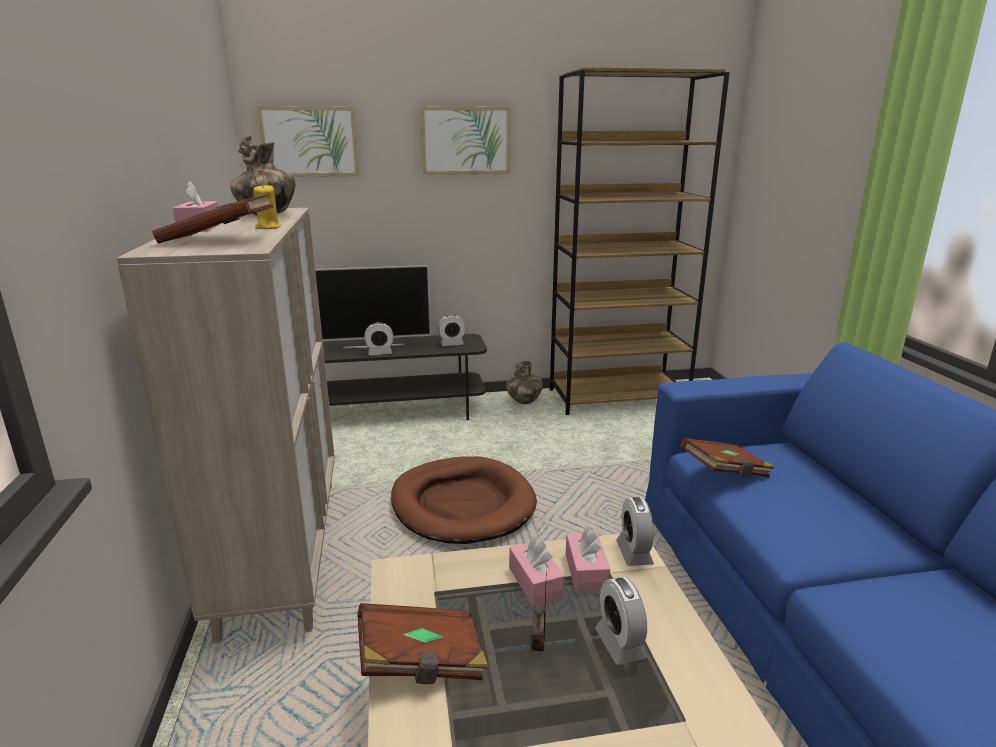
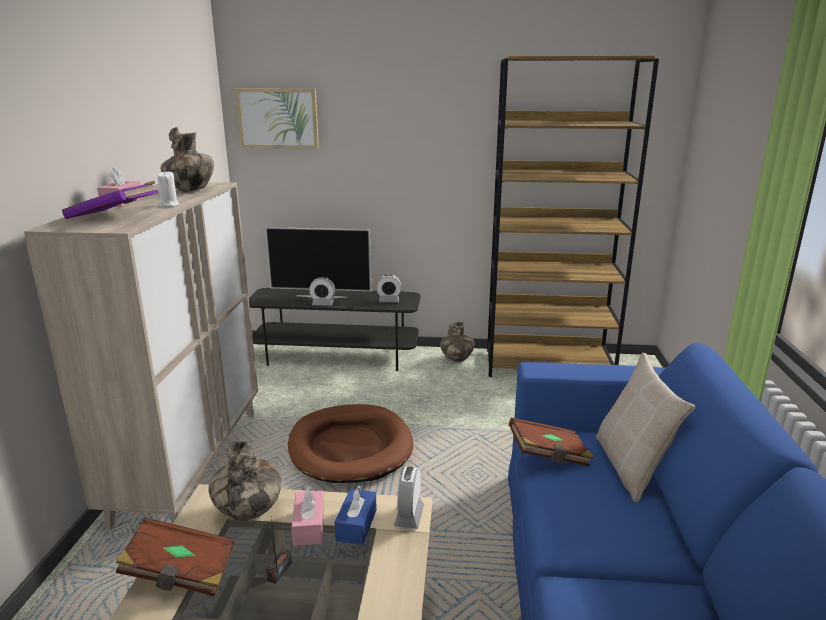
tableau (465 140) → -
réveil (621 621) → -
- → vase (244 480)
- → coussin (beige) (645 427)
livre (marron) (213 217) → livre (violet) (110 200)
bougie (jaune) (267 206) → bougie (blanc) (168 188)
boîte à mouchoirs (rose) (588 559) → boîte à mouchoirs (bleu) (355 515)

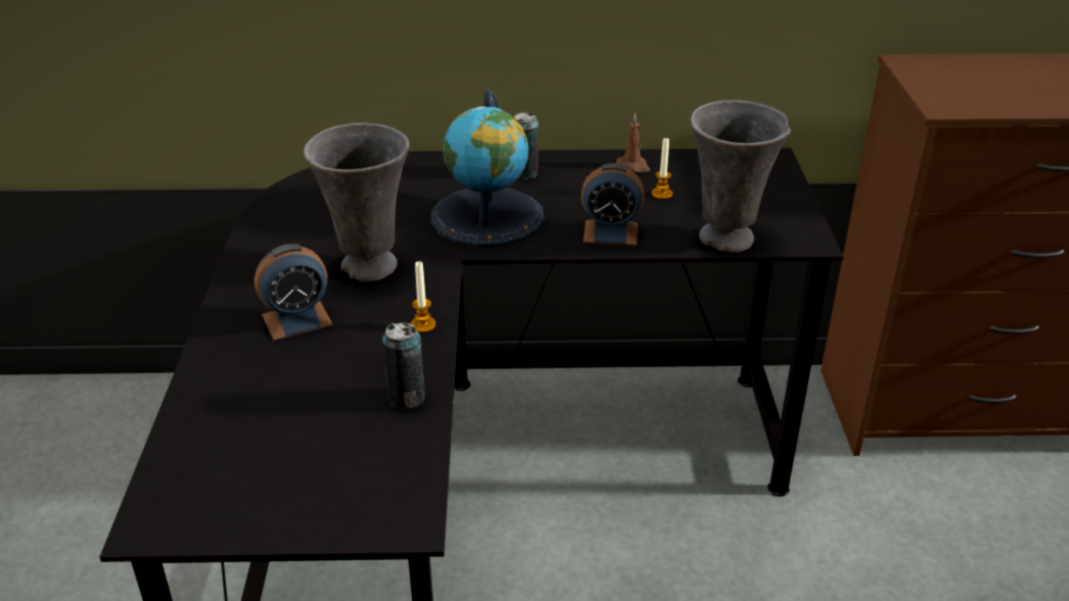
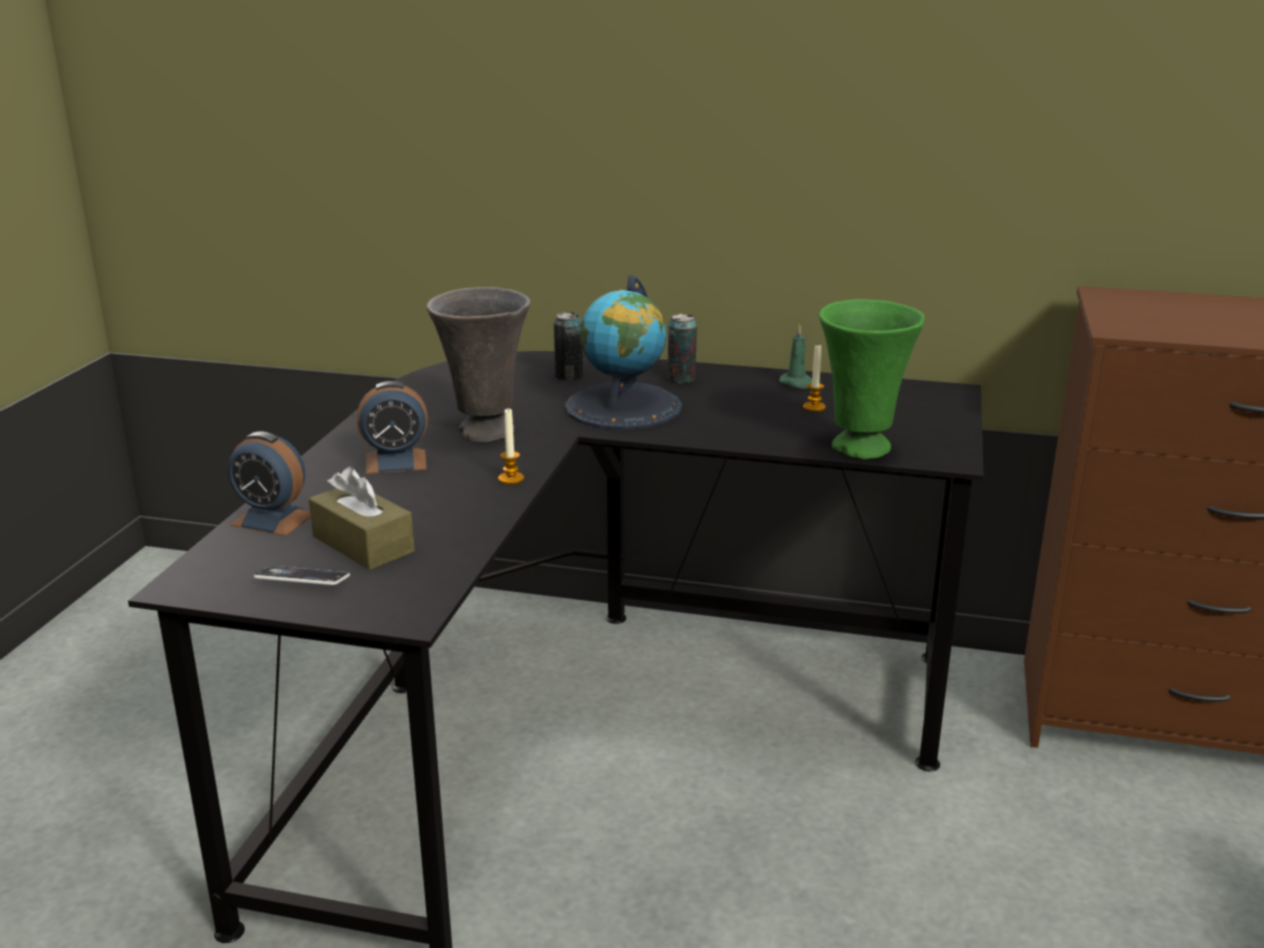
- → téléphone (302 575)
- → boîte à mouchoirs (marron) (362 518)
boîte métallique (403 366) → boîte métallique (568 346), shifted
réveil (612 204) → réveil (269 483), shifted
bougie (marron) (633 142) → bougie (vert) (795 357)
vase (gris) (740 176) → vase (vert) (872 379)

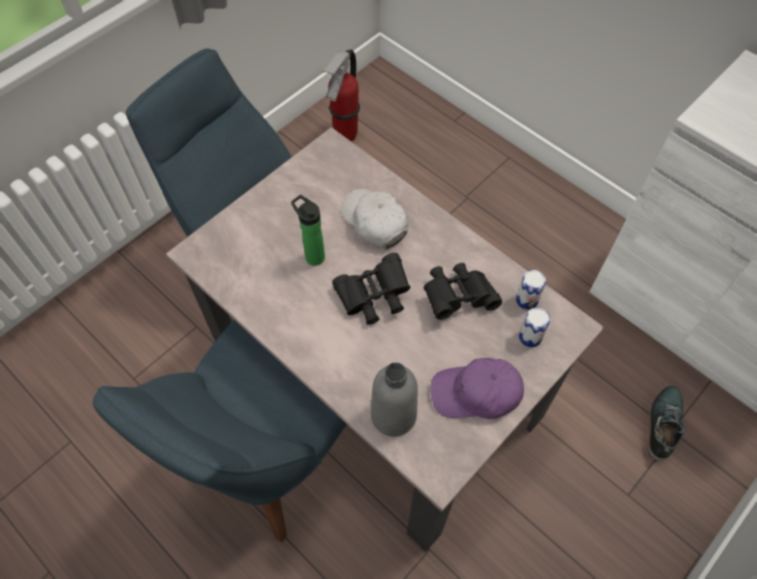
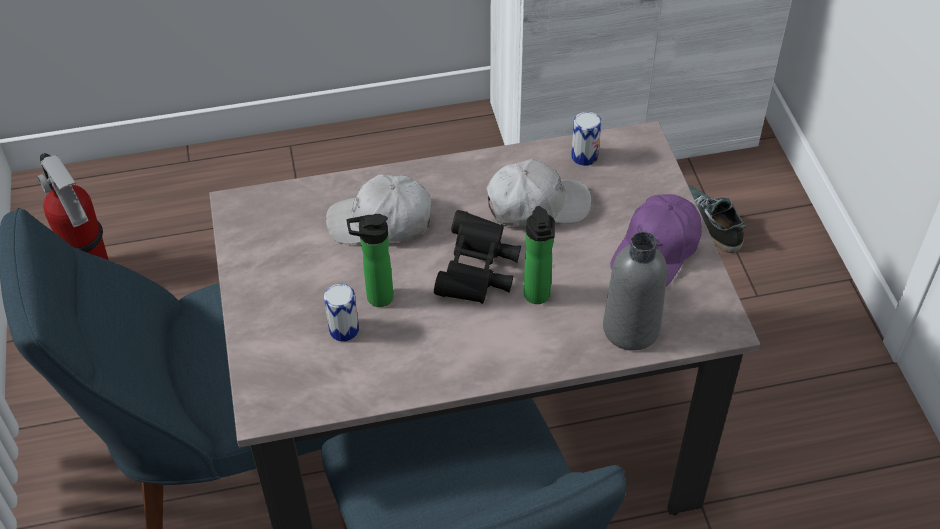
- → bouteille (539 255)
boîte métallique (534 327) → boîte métallique (341 313), shifted
jumelles (noir) (463 291) → casquette (blanc) (538 193)

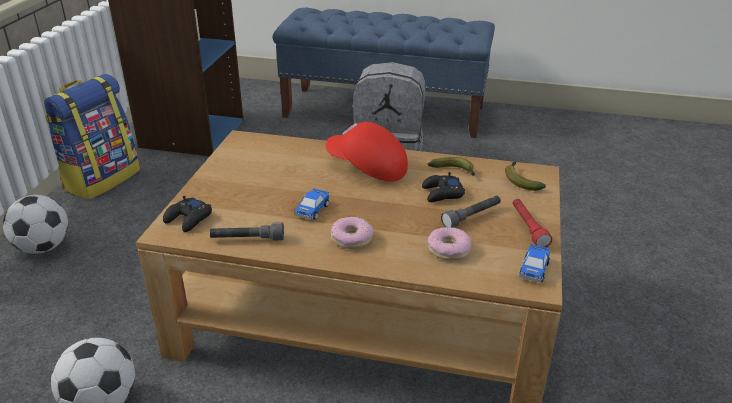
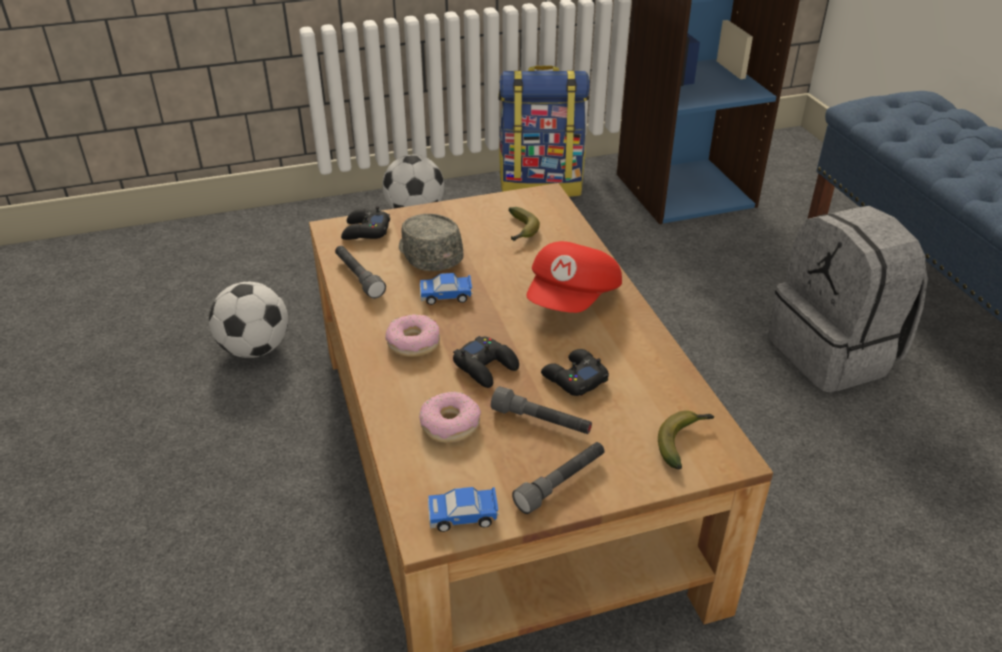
- → casquette (gris) (431 242)
- → manette (noir) (486 362)
banane (451 166) → banane (524 224), shifted
lampe de poche (rouge) (532 223) → lampe de poche (gris) (558 478)
casquette (rouge) (366 152) → casquette (rouge) (574 277), 150 degrees counterclockwise

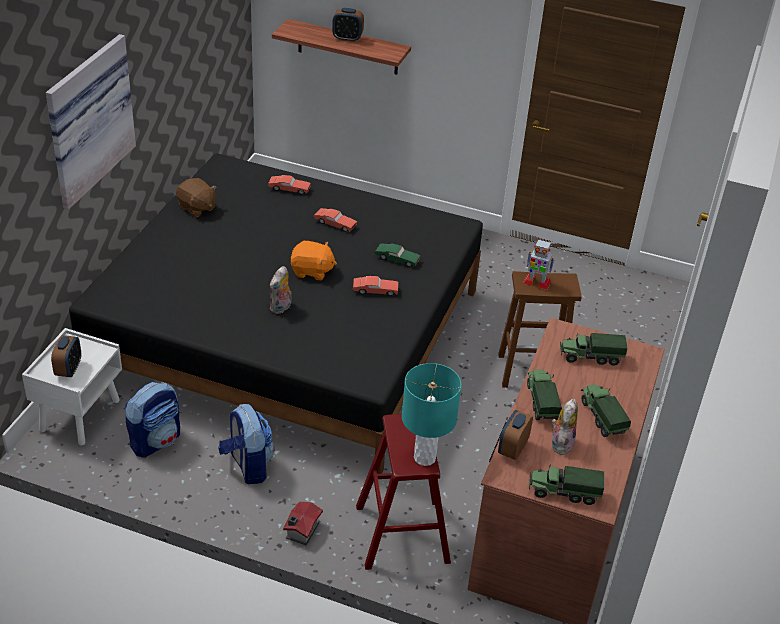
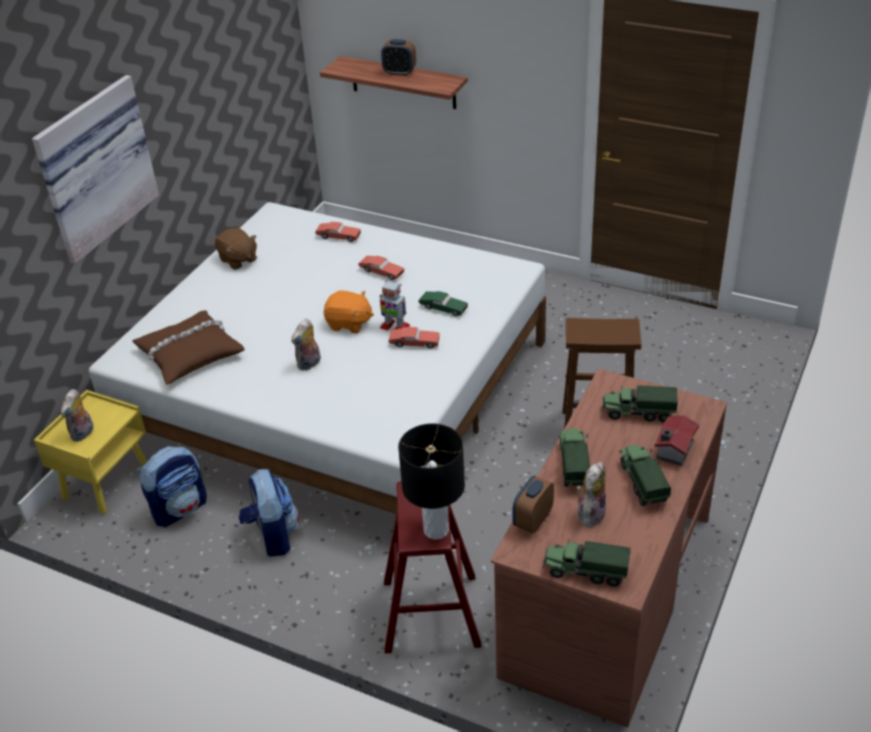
- → coussin (marron) (188 347)
maison miniature (303 524) → maison miniature (676 440), shifted
robot jouet (539 264) → robot jouet (395 305), shifted
réveil (66 356) → peluche (77 415)
table de chevet (blanc) (72 386) → table de chevet (jaune) (90 452)
lit (noir) (276 313) → lit (blanc) (317 358)
lampe de table (turquoise) (431 414) → lampe de table (noir) (431 482)

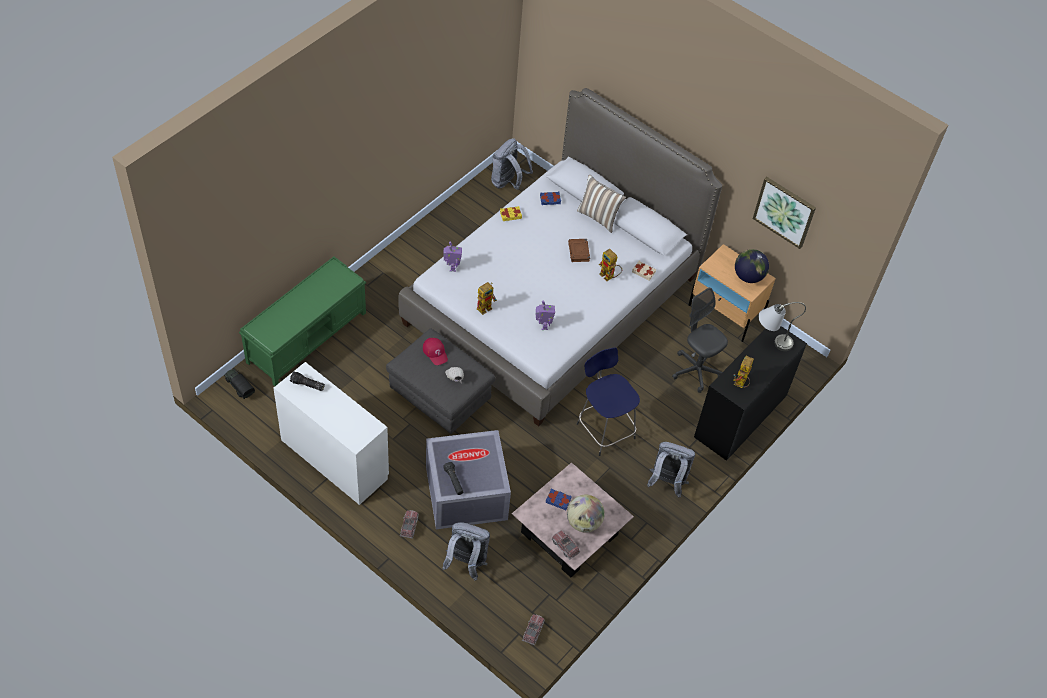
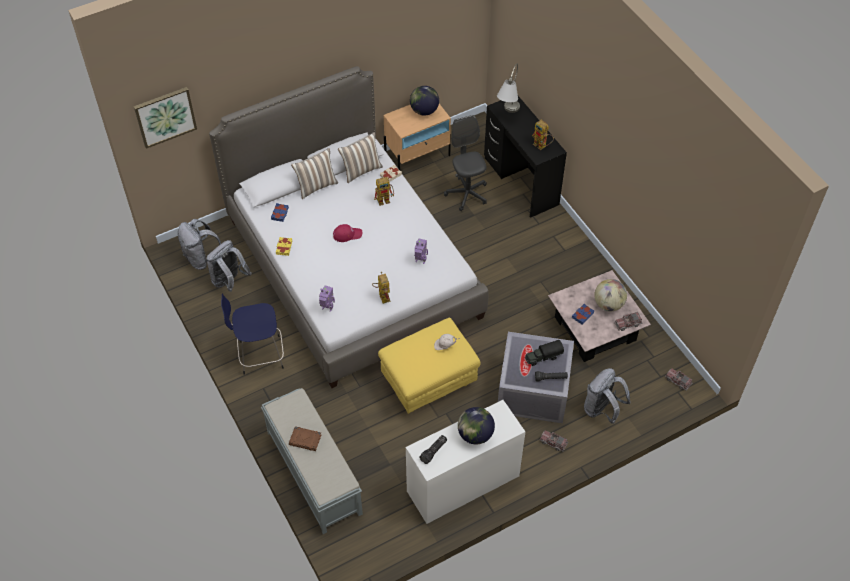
- → coussin (360 157)
- → globe (476 426)
camion jouet (239 384) → camion jouet (544 353), shifted
casquette (rouge) (435 351) → casquette (rouge) (347 233), shifted
livre (marron) (579 250) → livre (marron) (305 438), shifted
tabouret (bleu) (608 402) → tabouret (bleu) (252 334), shifted
sac à dos (gris) (671 470) → sac à dos (gris) (228 266), shifted
tableau (784 213) → tableau (165 118), shifted
banc (vert) (302 321) → banc (gris) (312 461)
pouf (gris) (440 381) → pouf (jaune) (429 366)
chaise de bureau (gris) (700 340) → chaise de bureau (gris) (465 163), 90 degrees clockwise

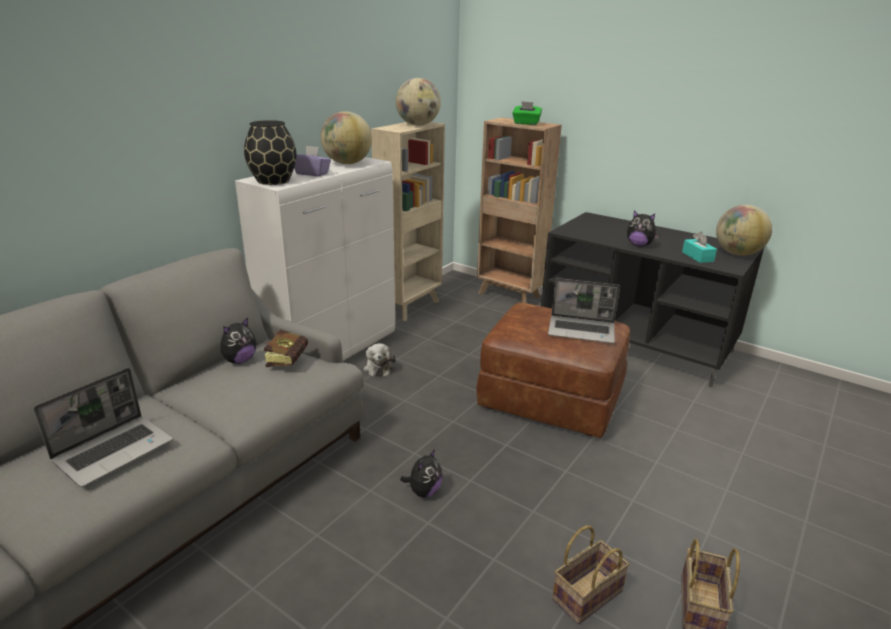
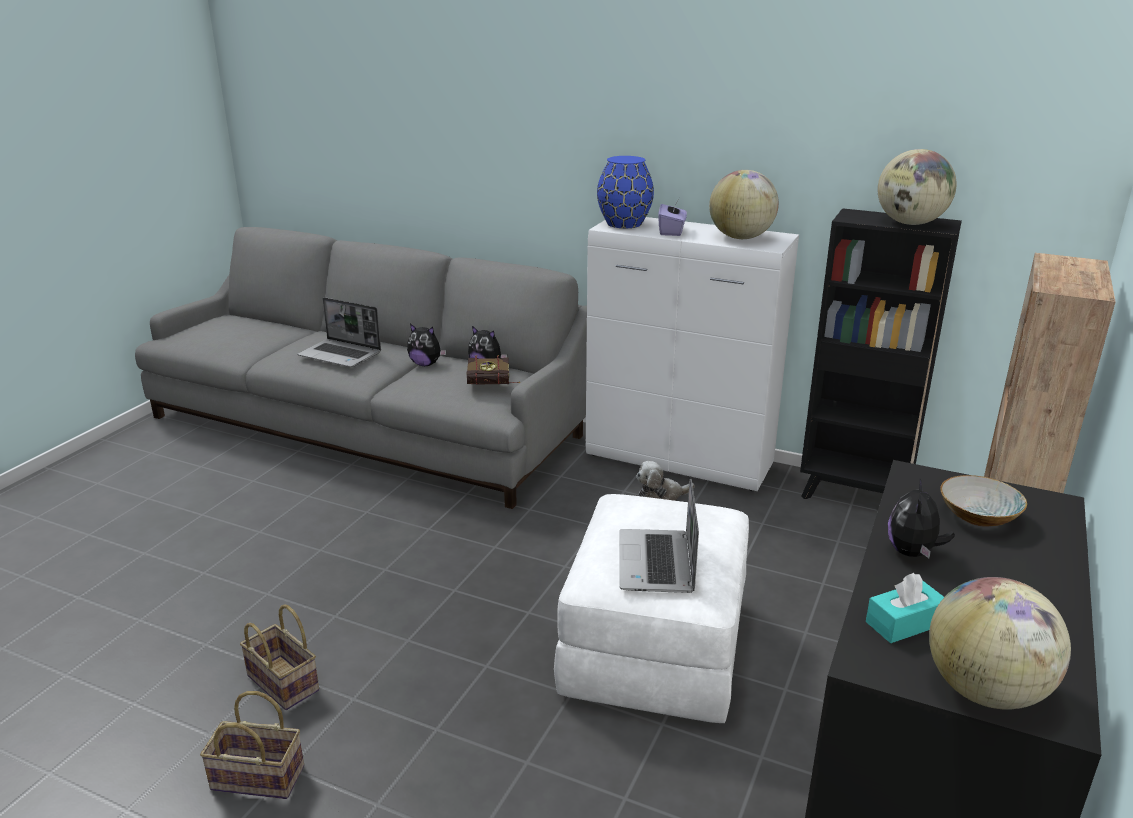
boîte à mouchoirs (vert) (527 113) → -
- → bol (983 501)
peluche (421 473) → peluche (426 345), shifted
vase (noir) (270 152) → vase (bleu) (625 192)
bibliothèque (beige) (408 221) → bibliothèque (noir) (881 353)
pouf (marron) (553 370) → pouf (blanc) (651 608)

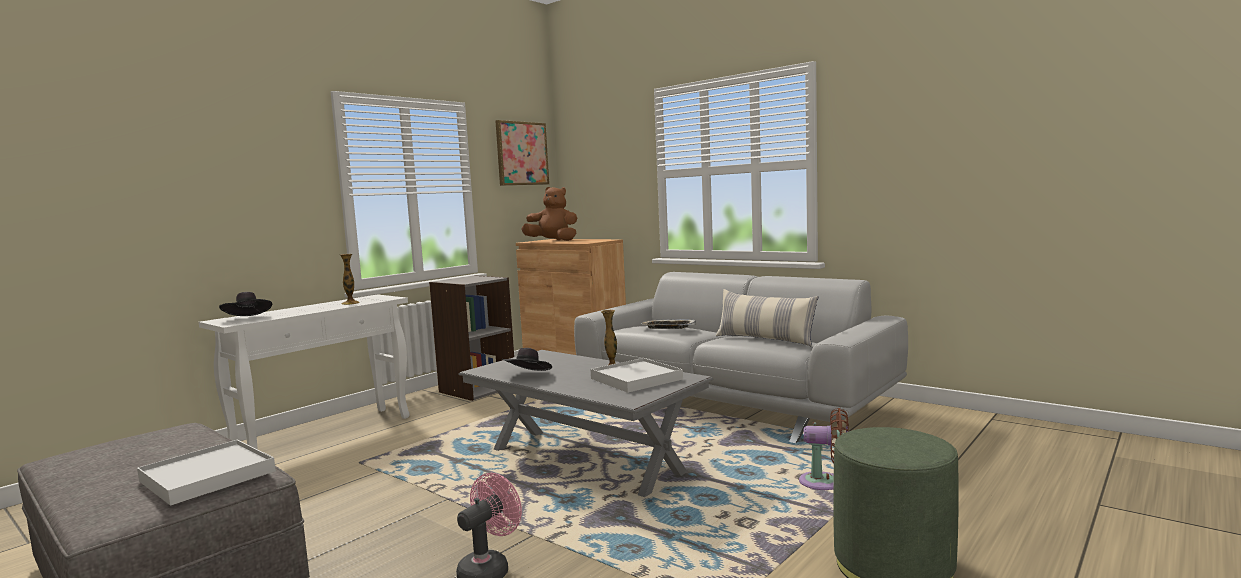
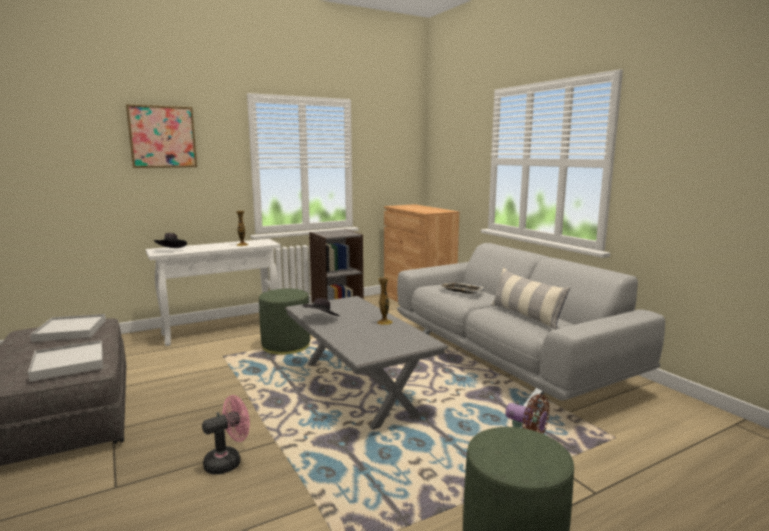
peluche (marron) (549 214) → -
- → pouf (vert) (284 321)
tableau (522 153) → tableau (161 136), shifted
plateau (blanc) (636 375) → plateau (blanc) (68 328), shifted

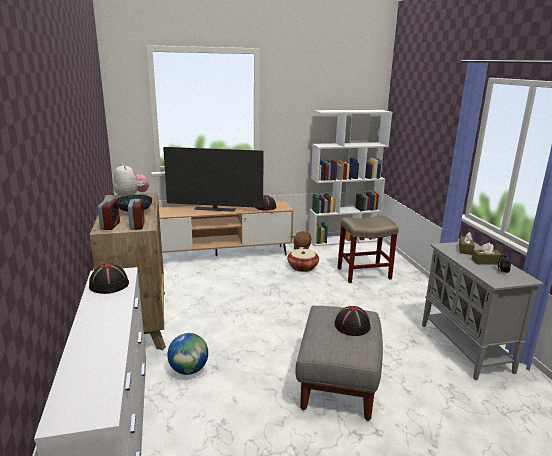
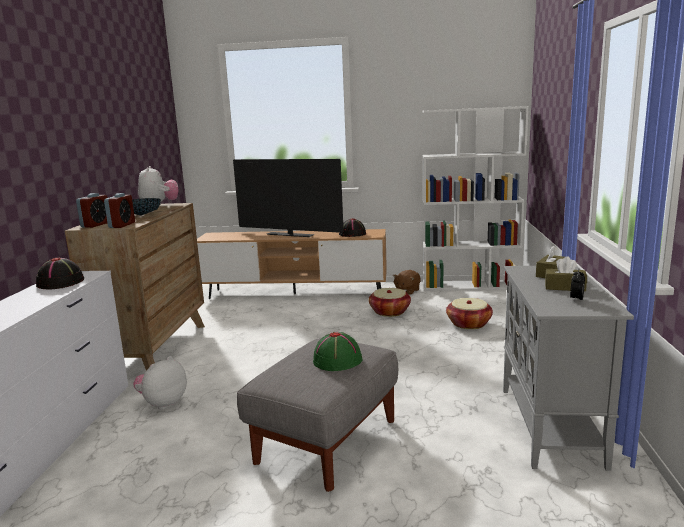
globe (187 354) → peluche (160 383)
tabouret (beige) (368 249) → panier (469 313)
chapeau (noir) (352 321) → chapeau (vert) (337 351)

